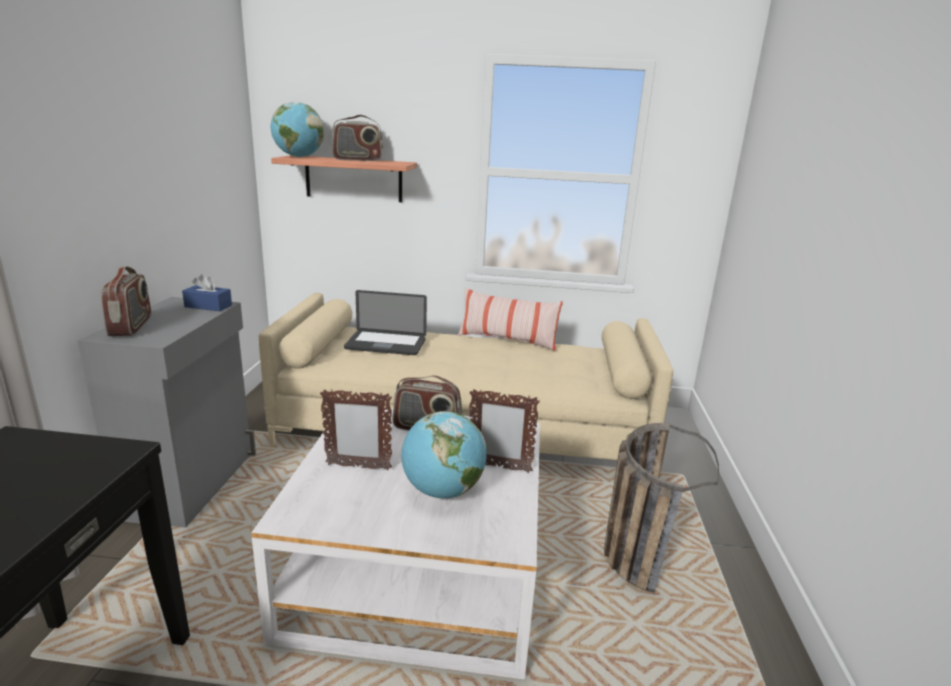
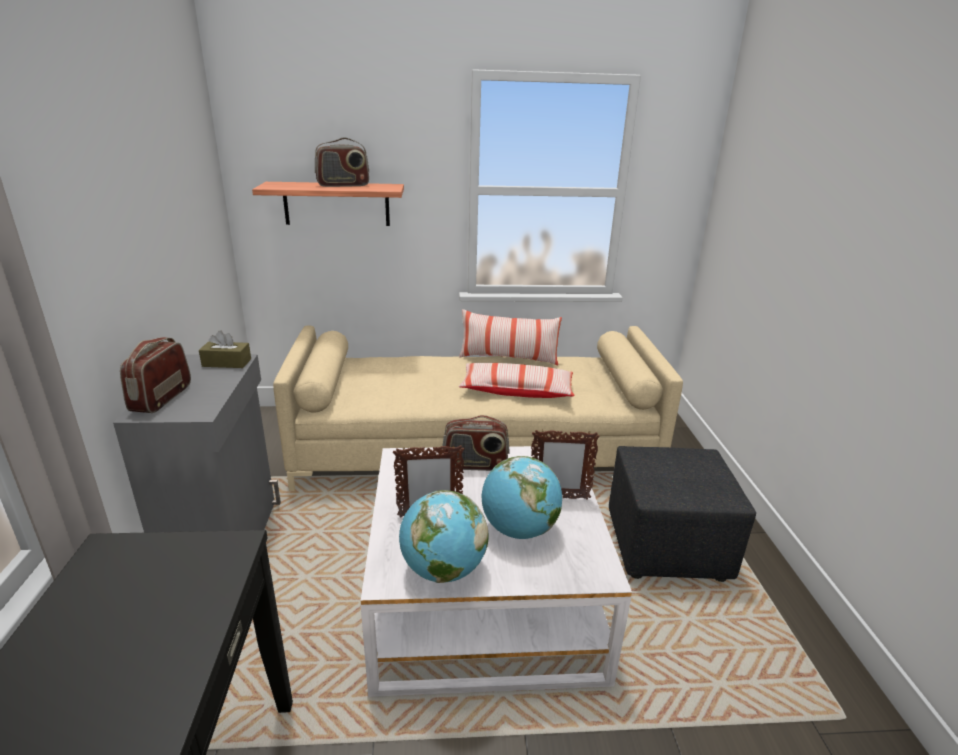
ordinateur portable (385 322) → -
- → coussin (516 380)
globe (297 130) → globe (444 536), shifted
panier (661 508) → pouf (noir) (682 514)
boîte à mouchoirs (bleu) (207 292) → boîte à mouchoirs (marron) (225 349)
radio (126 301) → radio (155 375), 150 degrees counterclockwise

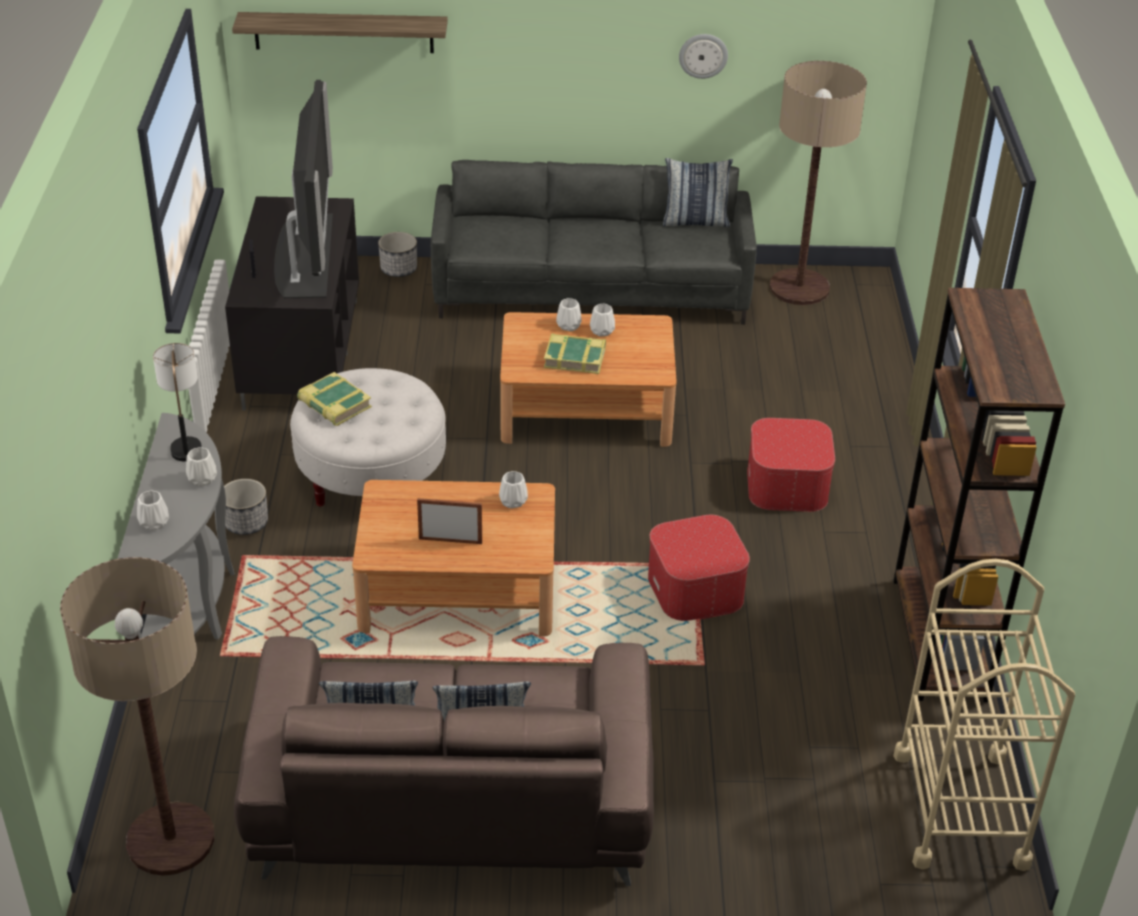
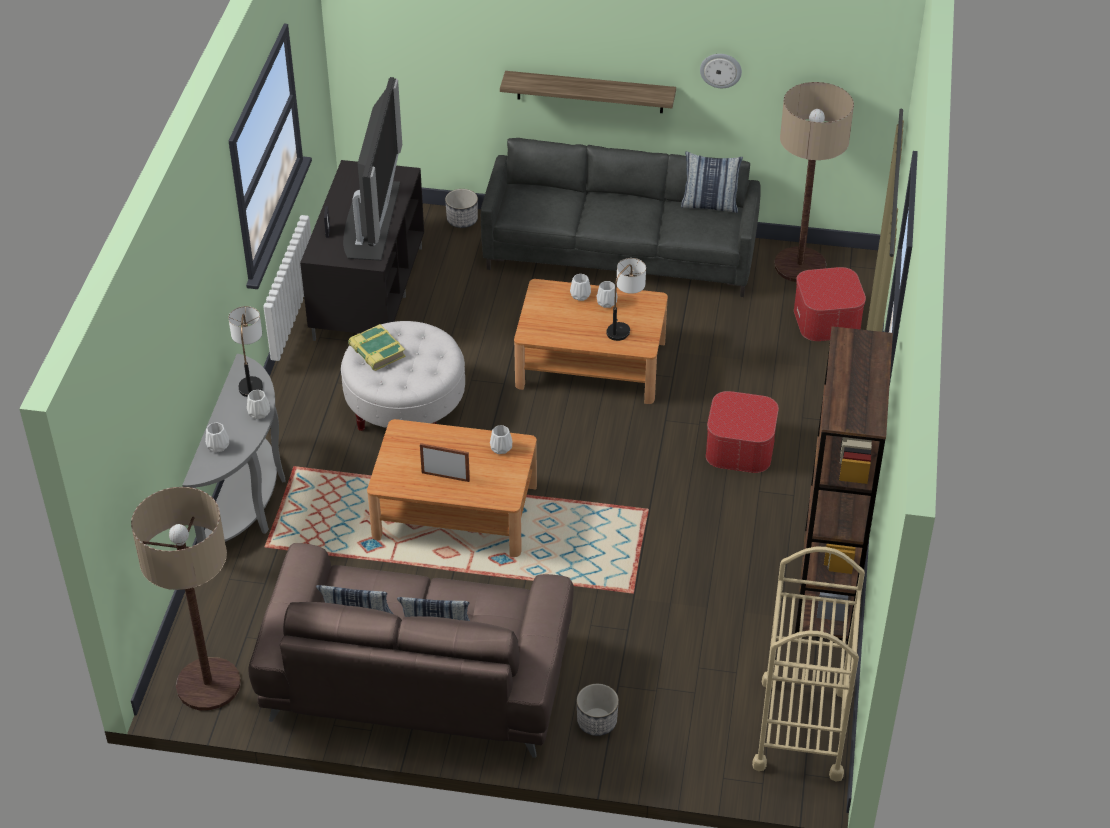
livre (575 354) → -
- → lampe de table (626 299)
cache-pot (246 507) → cache-pot (598 710), shifted
étagère (340 32) → étagère (588 92), shifted
pouf (699 568) → pouf (830 304), shifted

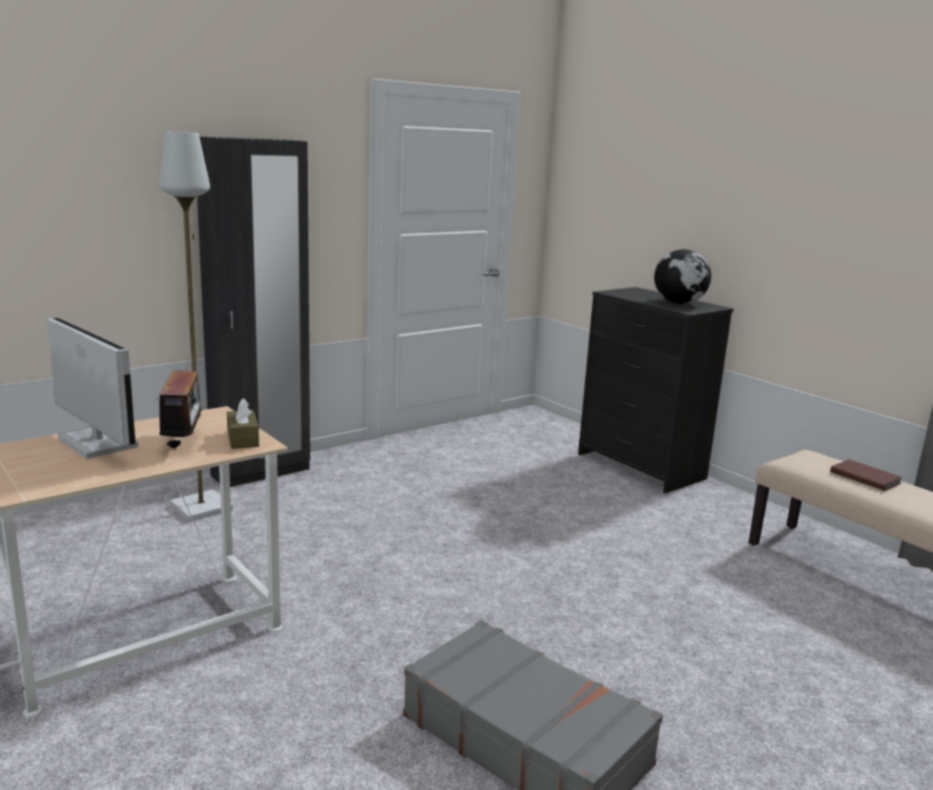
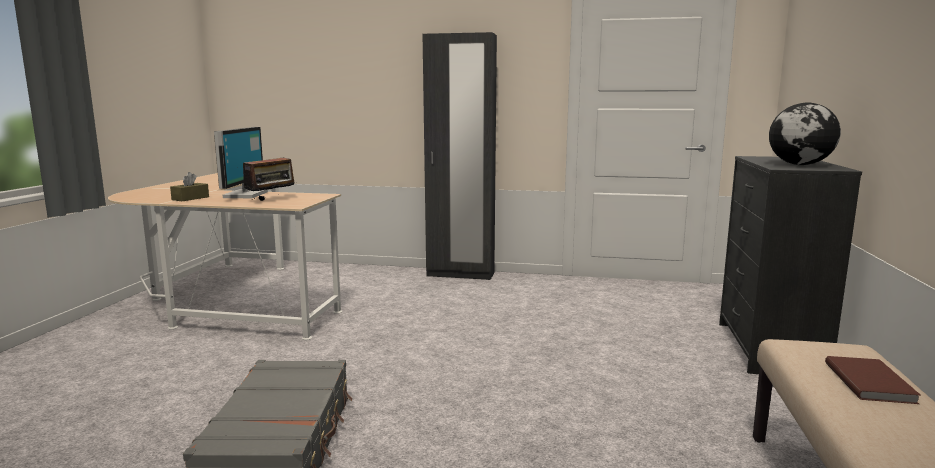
lampadaire (gris) (196 327) → -
boîte à mouchoirs (marron) (243 423) → boîte à mouchoirs (marron) (189 186), shifted

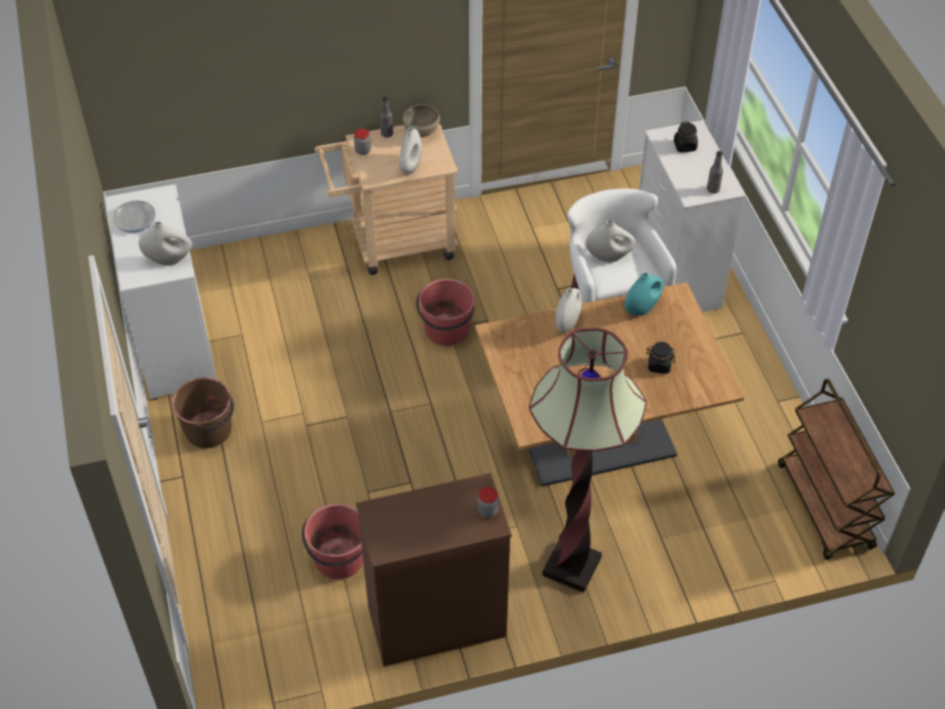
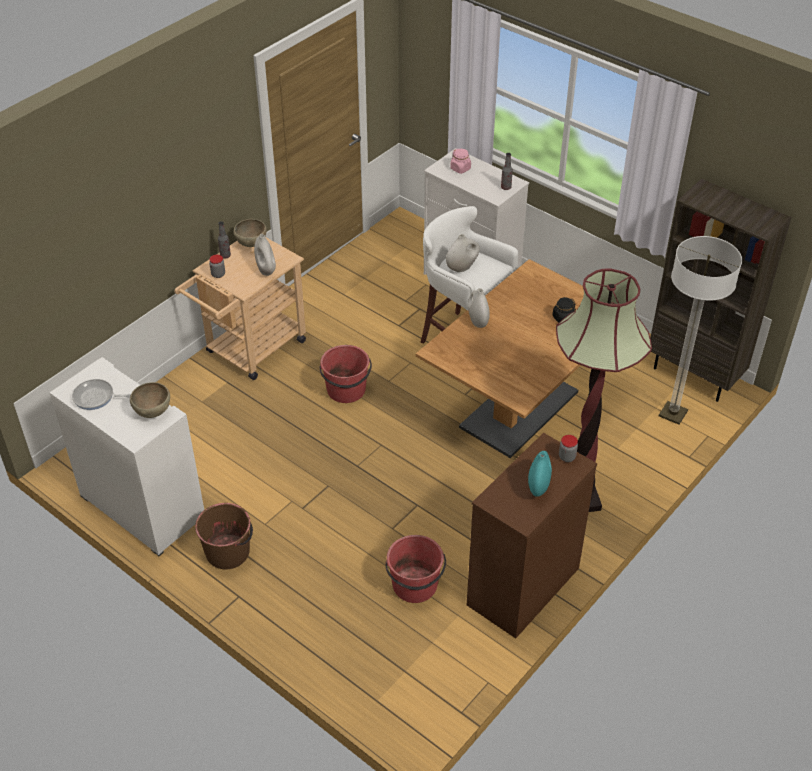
- → lampadaire (700 330)
vase (turquoise) (644 294) → vase (turquoise) (540 474), shifted
vase (blanc) (165 244) → bol (marron) (150 400)
chariot (marron) (836 469) → bibliothèque (marron) (721 290)
bocal (noir) (686 136) → bocal (rose) (460 161)

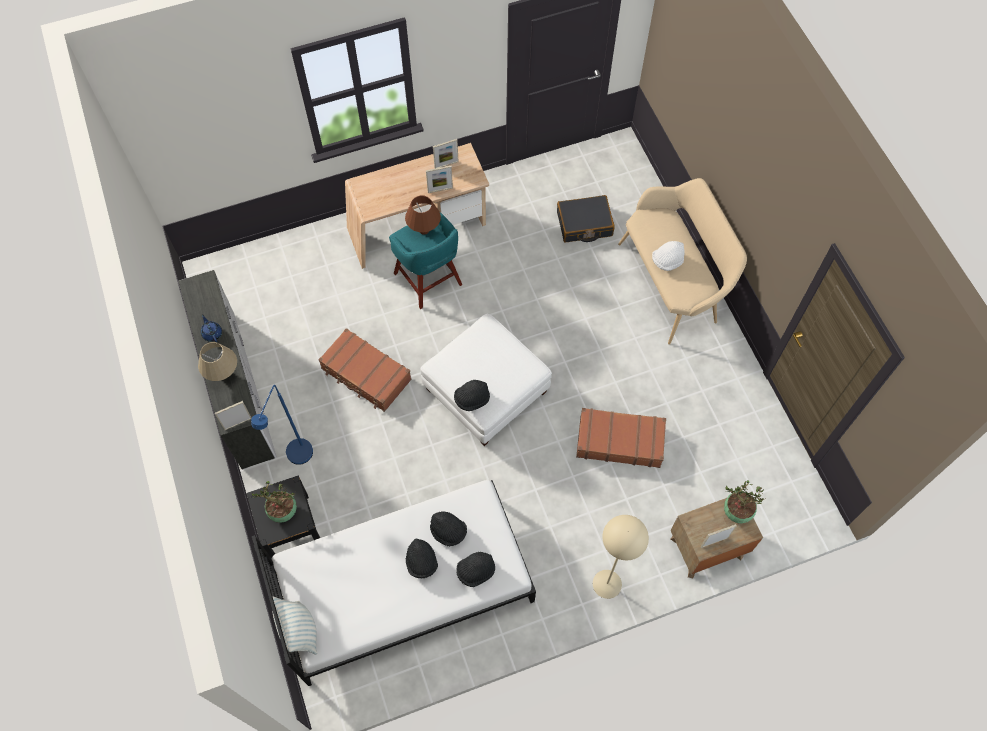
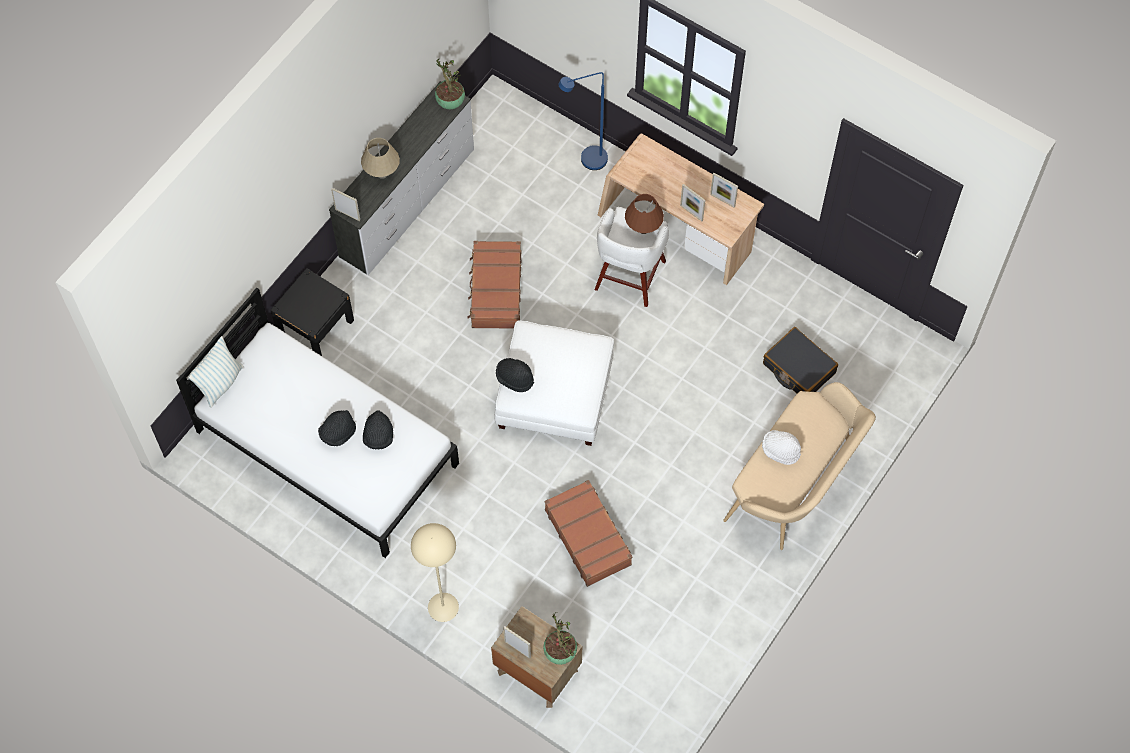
théière (bleu) (211 328) → -
chapeau (noir) (475 569) → -
lampadaire (bleu) (282 425) → lampadaire (bleu) (583 121), shifted
plante en pot (274 502) → plante en pot (450 84), shifted
tabouret (turquoise) (425 260) → tabouret (blanc) (632 257)

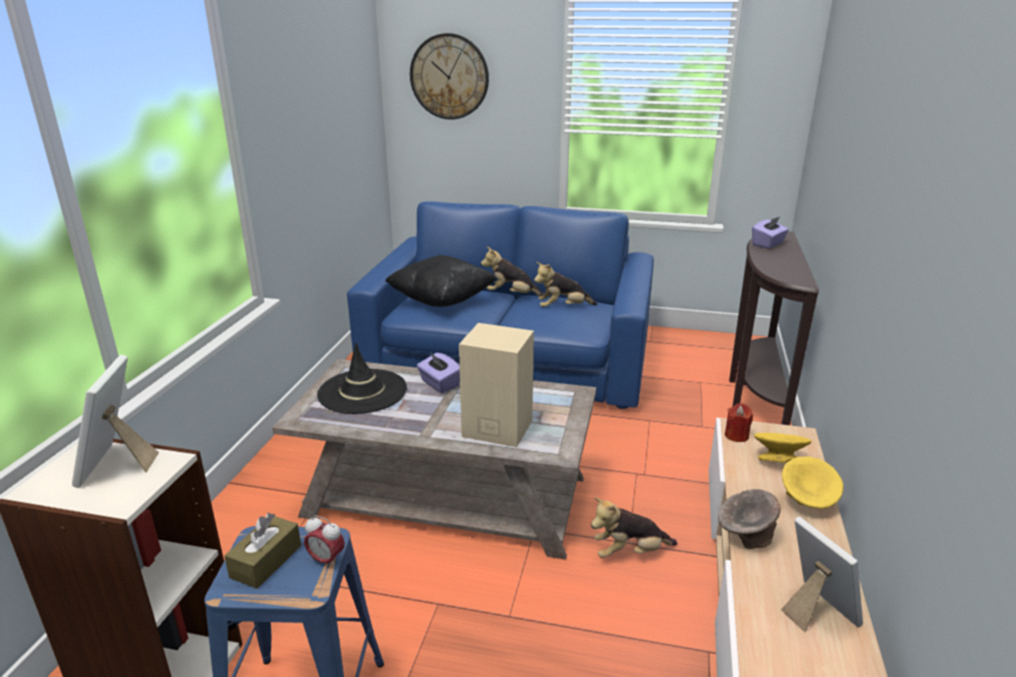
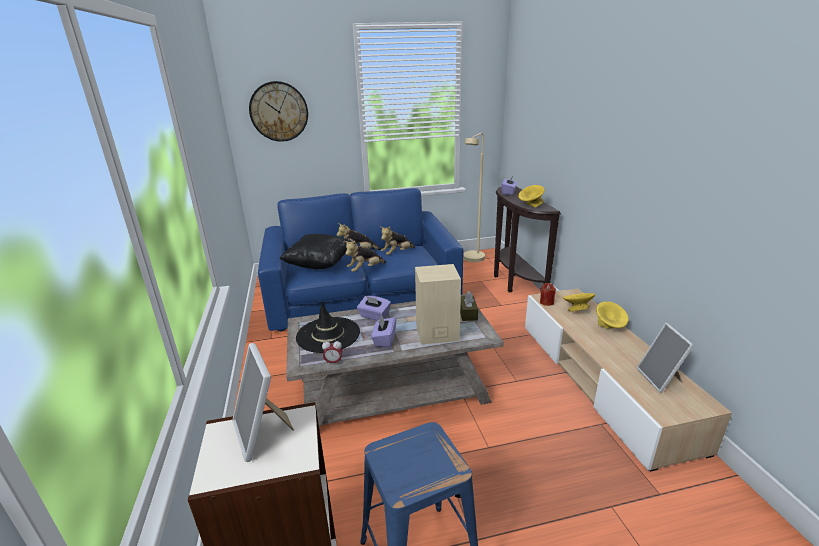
bol (gris) (749 519) → -
- → boîte à mouchoirs (violet) (383 331)
- → lampadaire (beige) (474 197)
- → bol (jaune) (531 196)
boîte à mouchoirs (marron) (262 551) → boîte à mouchoirs (marron) (469 306), shifted
réveil (324 542) → réveil (332 352), shifted
peluche (634 528) → peluche (365 256), shifted
cadre photo (822 574) → cadre photo (665 358), 135 degrees counterclockwise

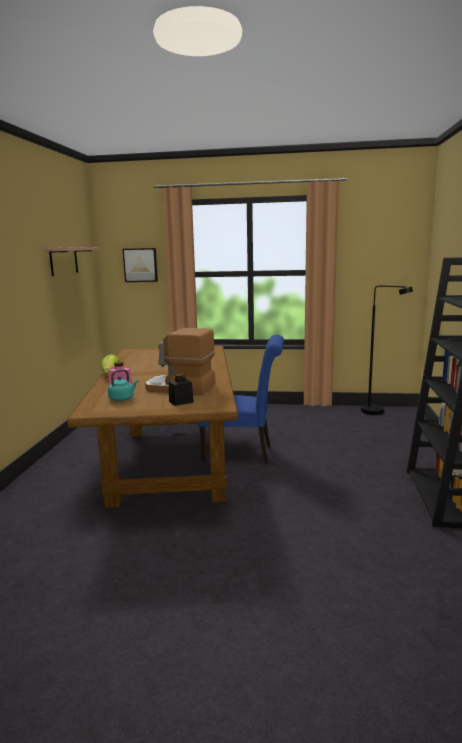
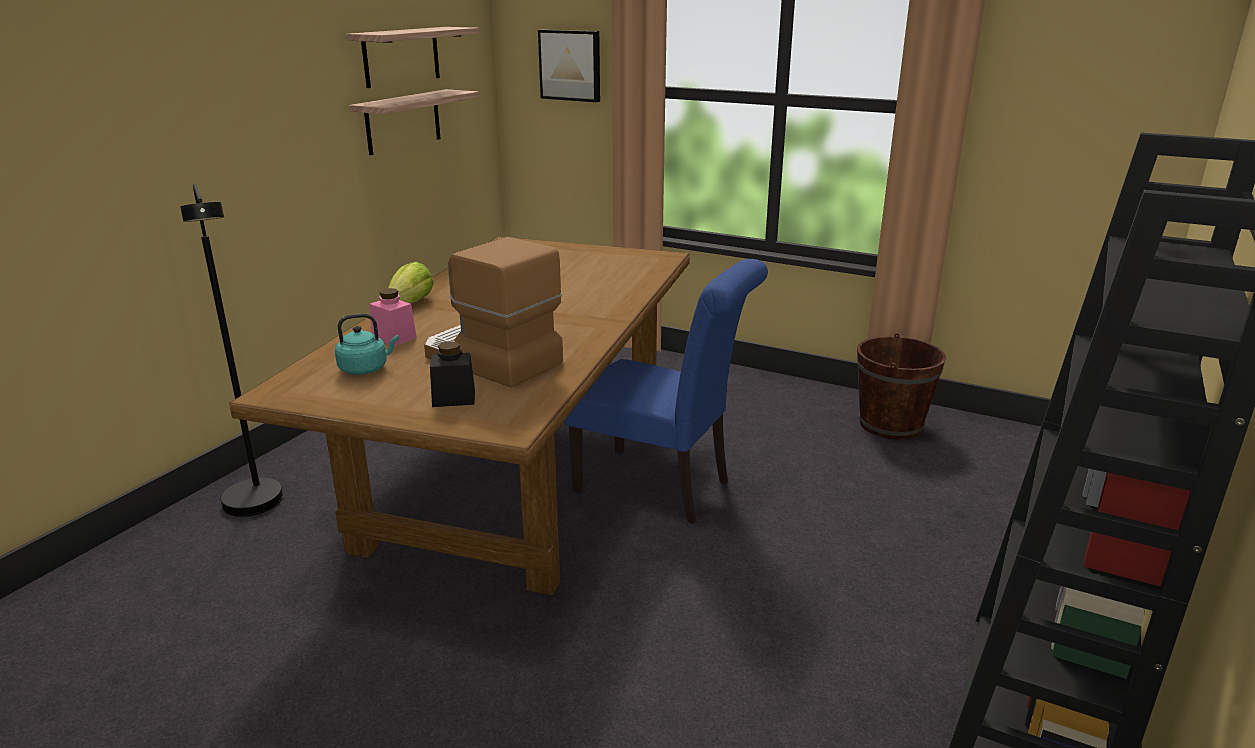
- → étagère (414 122)
- → seau (marron) (901 386)
lampadaire (noir) (387 350) → lampadaire (noir) (231 350), shifted

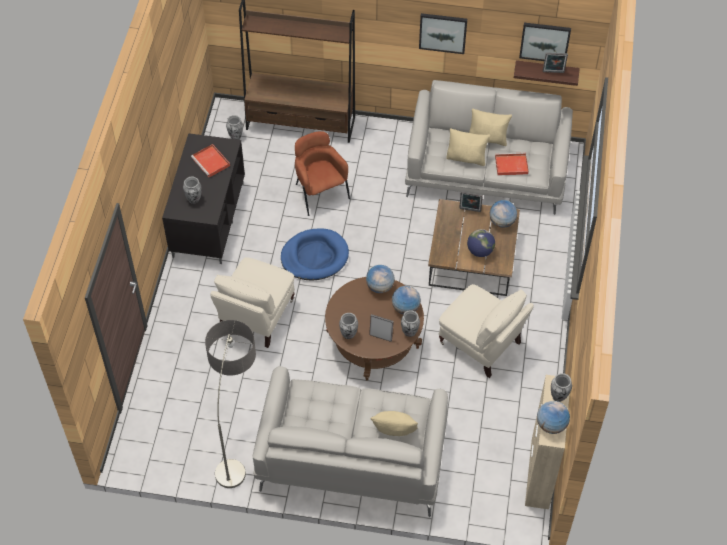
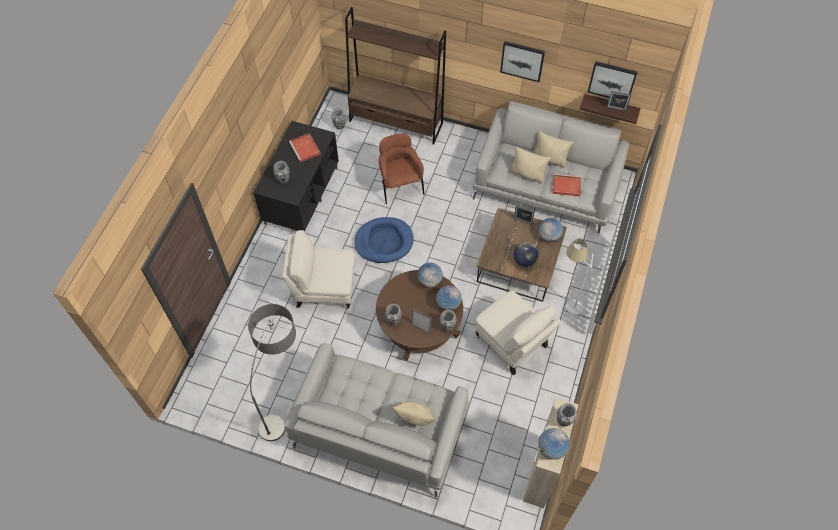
- → lampadaire (blanc) (580 277)
fauteuil (beige) (253 302) → fauteuil (beige) (318 269), 60 degrees clockwise

